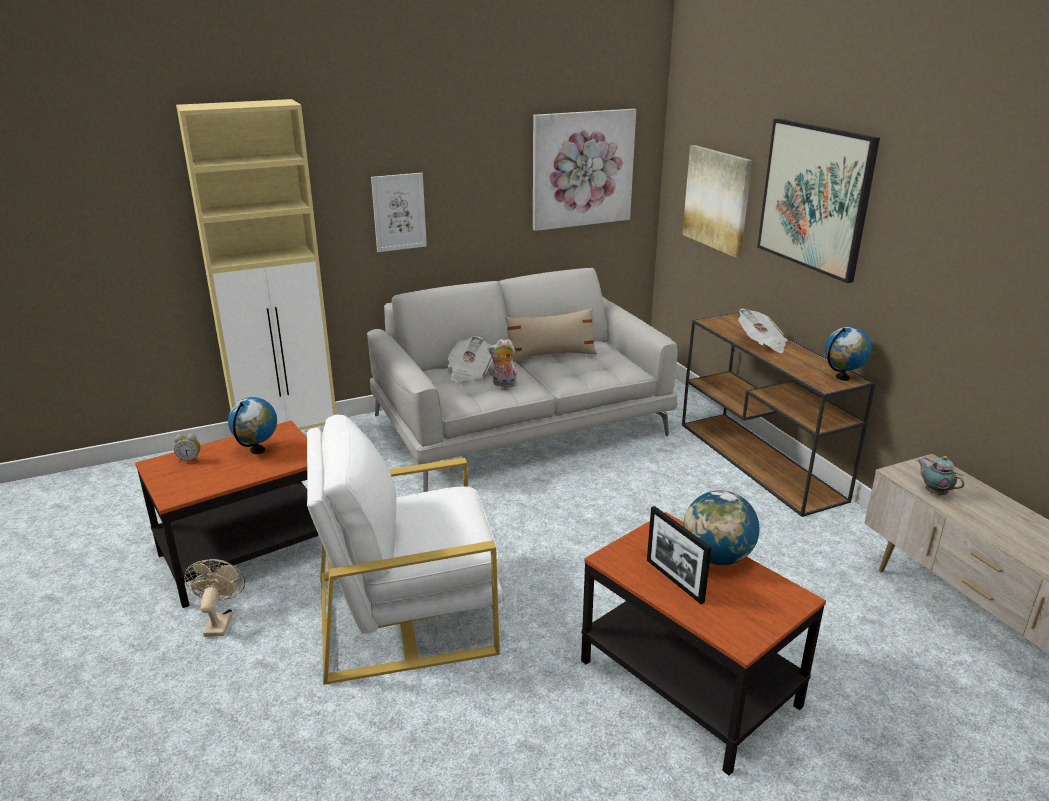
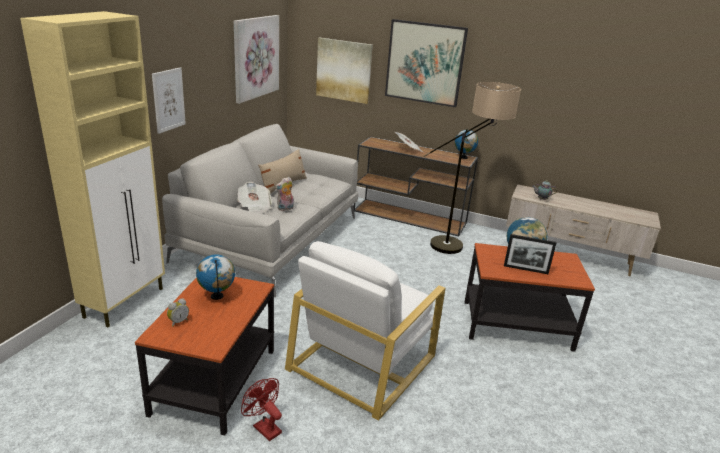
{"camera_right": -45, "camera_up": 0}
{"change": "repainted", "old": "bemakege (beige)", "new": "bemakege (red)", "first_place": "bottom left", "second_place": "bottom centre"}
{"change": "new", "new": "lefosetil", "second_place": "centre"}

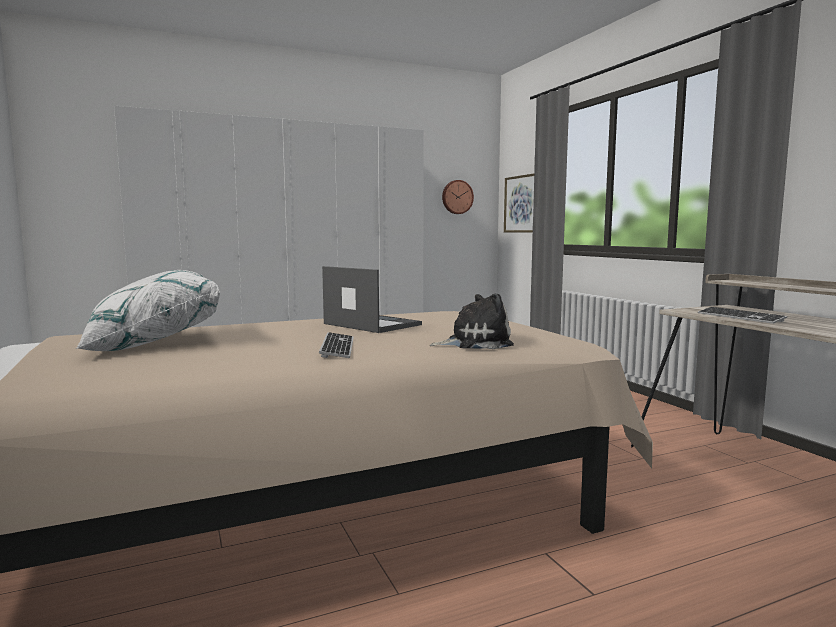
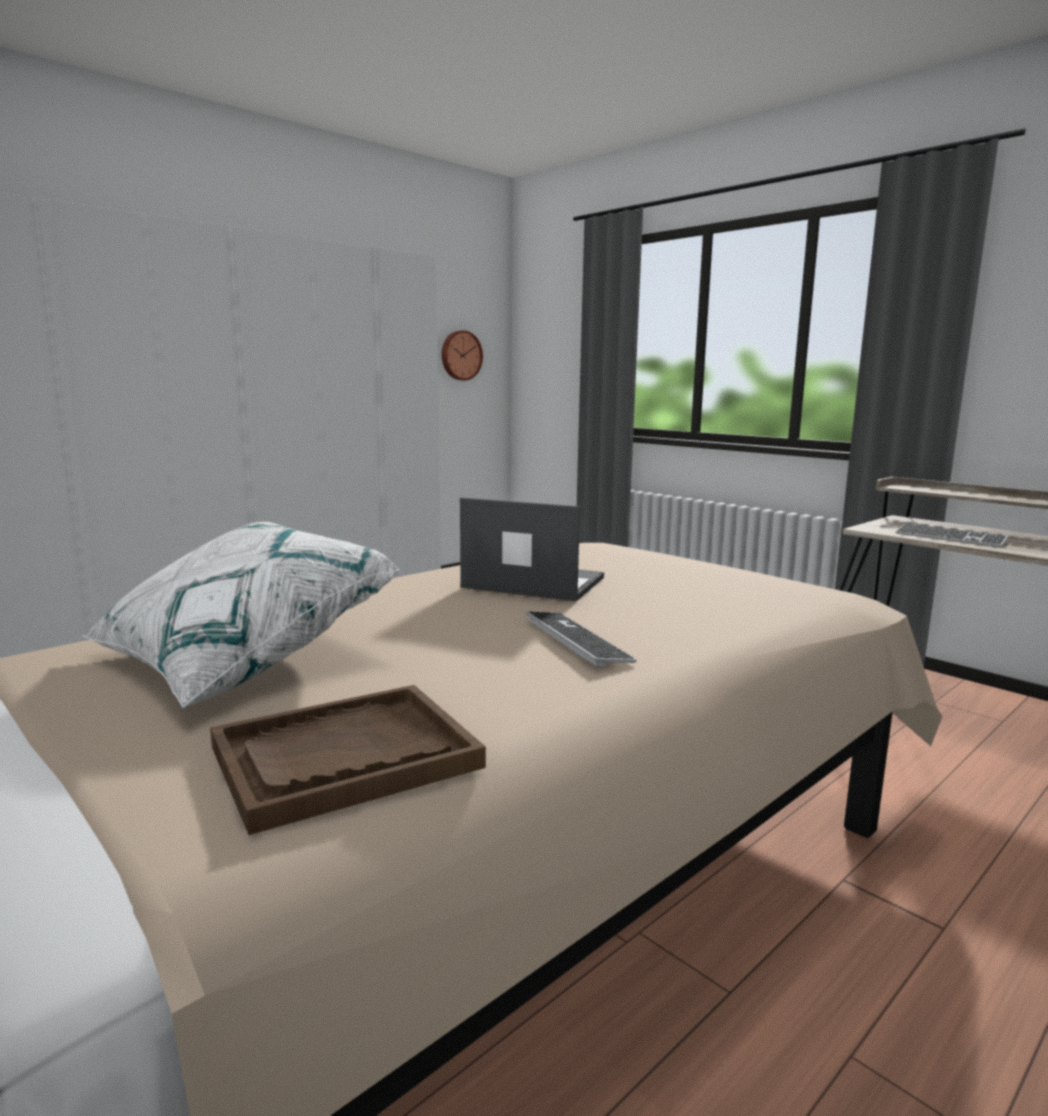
{"camera_right": -20, "camera_up": 5}
{"change": "gone", "old": "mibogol", "first_place": "centre"}
{"change": "gone", "old": "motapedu", "first_place": "top centre"}
{"change": "new", "new": "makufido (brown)", "second_place": "bottom left"}

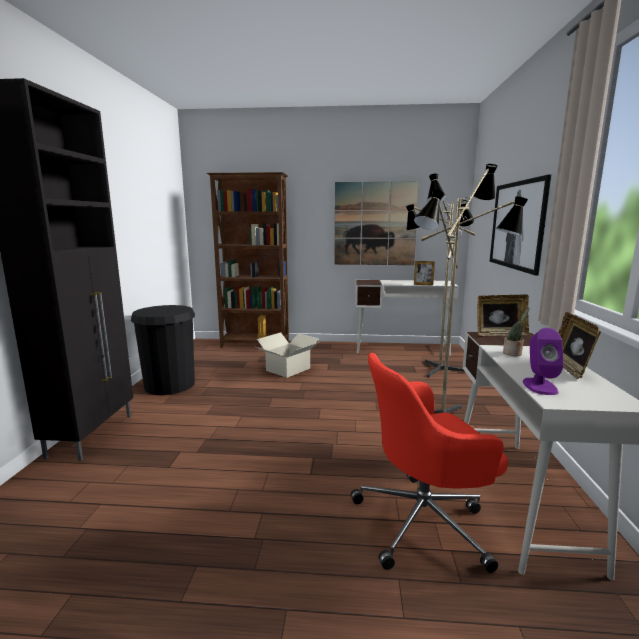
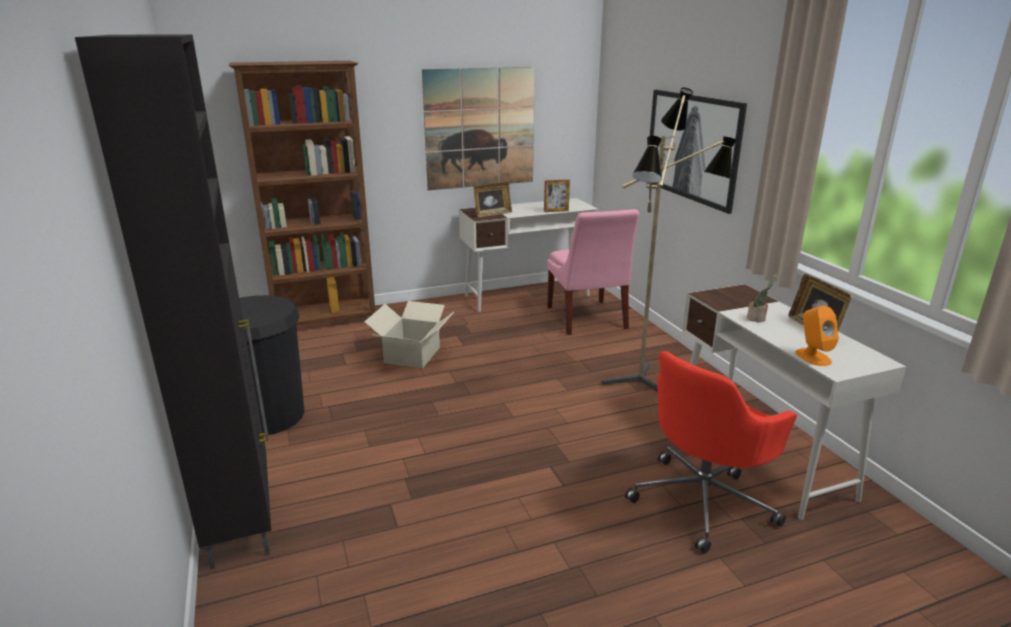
{"camera_right": -25, "camera_up": 10}
{"change": "swapped", "old": "lefosetil (no. 1 from left)", "new": "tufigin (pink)", "first_place": "middle right", "second_place": "centre"}
{"change": "shifted", "old": "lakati (no. 2 from left in the first image)", "new": "lakati (no. 1 from left)", "first_place": "middle right", "second_place": "top centre"}
{"change": "repainted", "old": "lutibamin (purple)", "new": "lutibamin (orange)", "first_place": "middle right", "second_place": "middle right"}

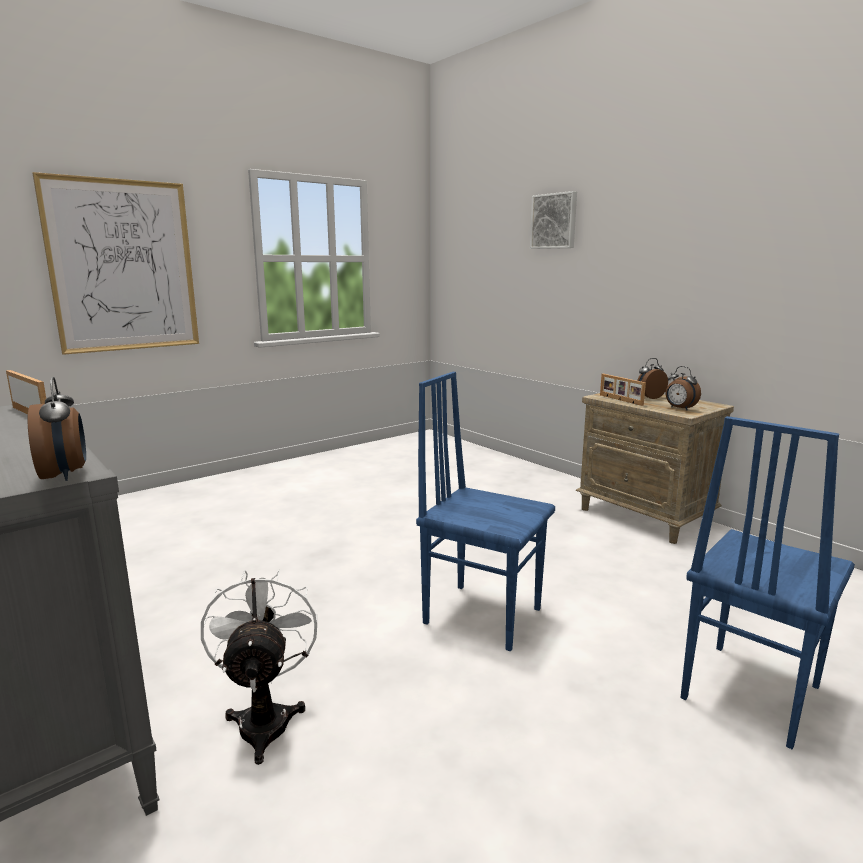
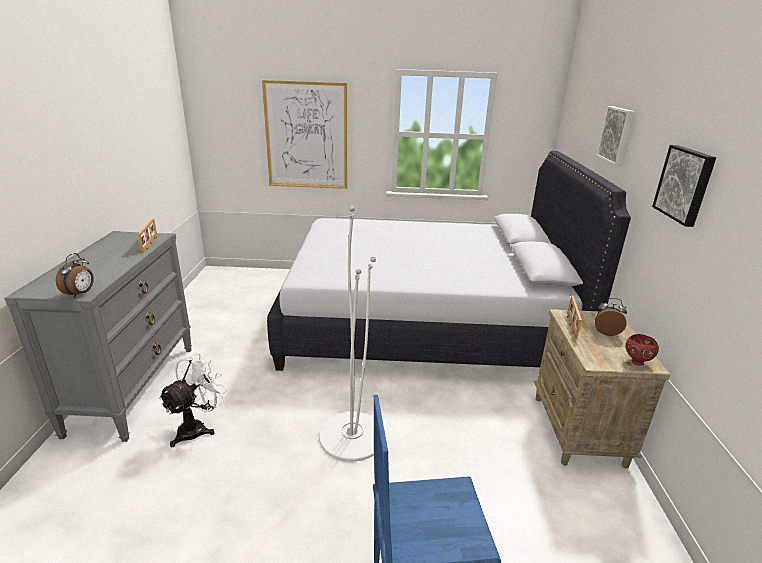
{"camera_right": 40, "camera_up": 10}
{"change": "swapped", "old": "tufigin (blue) (no. 1 from left)", "new": "lefosetil (white)", "first_place": "centre", "second_place": "centre"}
{"change": "gone", "old": "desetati (no. 3 from left)", "first_place": "middle right"}
{"change": "new", "new": "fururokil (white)", "second_place": "centre"}
{"change": "new", "new": "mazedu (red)", "second_place": "middle right"}
{"change": "new", "new": "motapedu (no. 3 from left)", "second_place": "top right"}

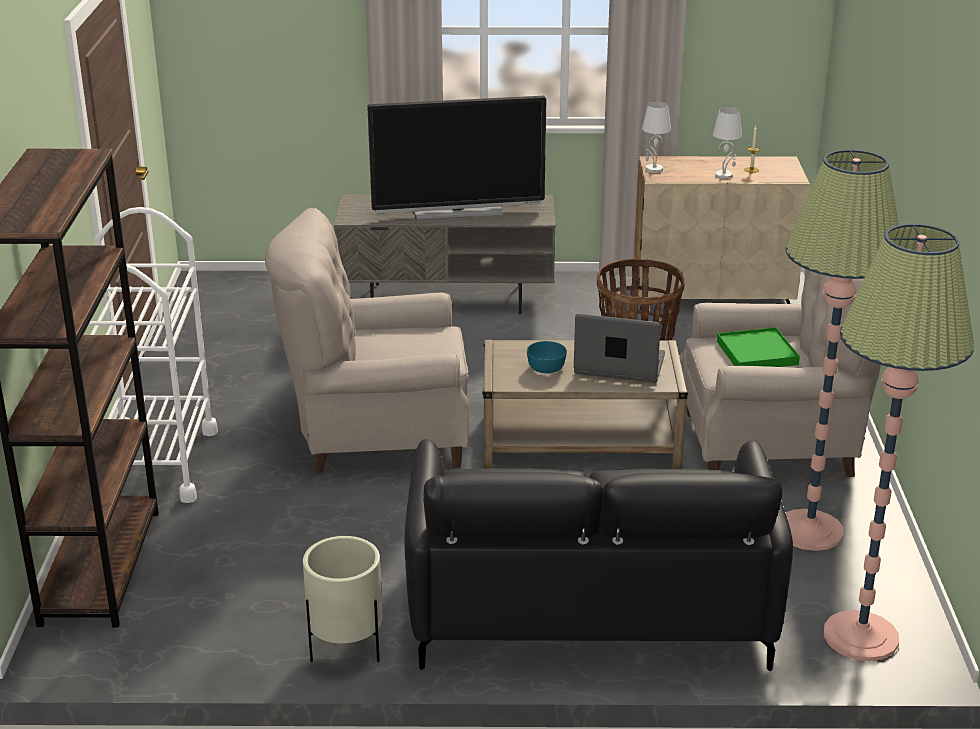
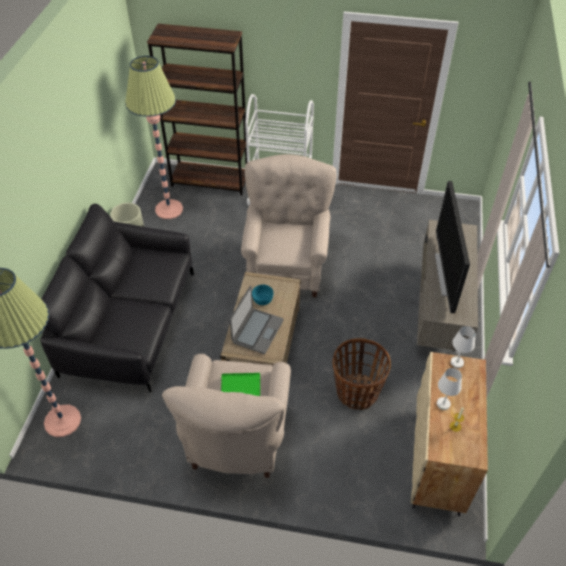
{"camera_right": 100, "camera_up": 20}
{"change": "shifted", "old": "lefosetil (no. 1 from left in the first image)", "new": "lefosetil (no. 2 from left)", "first_place": "middle right", "second_place": "top left"}

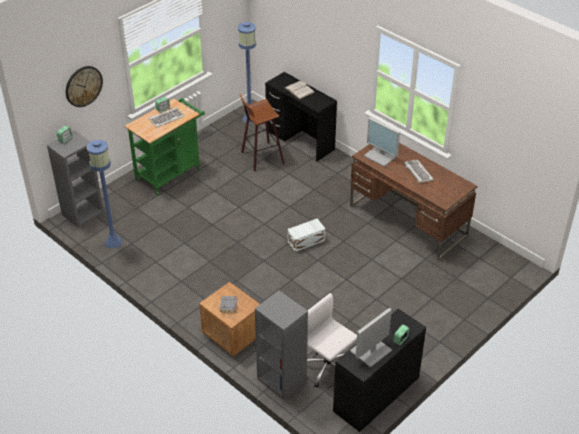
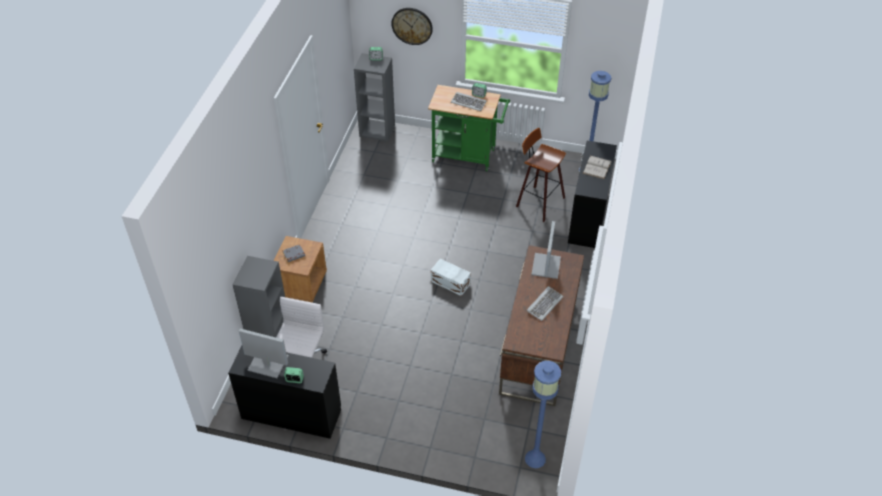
{"camera_right": 60, "camera_up": 5}
{"change": "shifted", "old": "lefosetil (blue) (no. 1 from left)", "first_place": "middle left", "second_place": "bottom centre"}

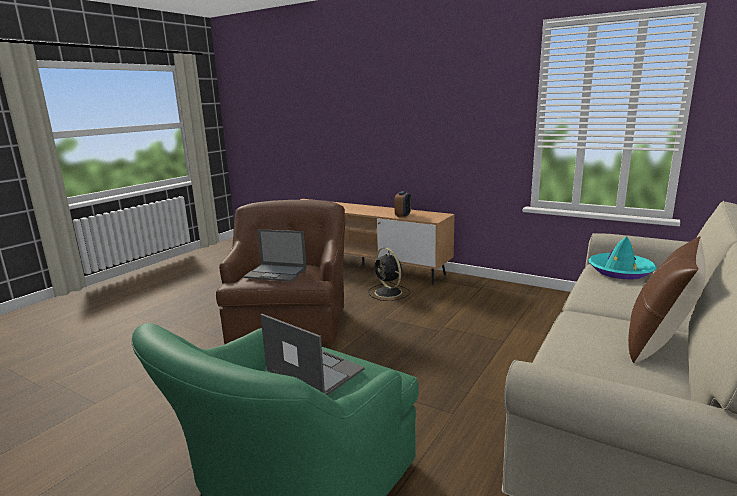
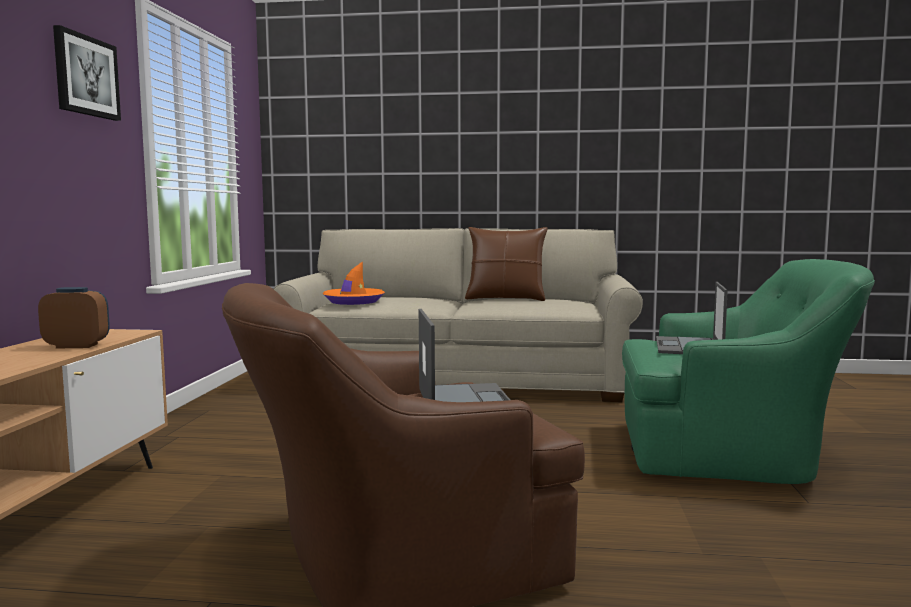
{"camera_right": -115, "camera_up": -10}
{"change": "gone", "old": "bemakege (black)", "first_place": "centre"}
{"change": "repainted", "old": "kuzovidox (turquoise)", "new": "kuzovidox (orange)", "first_place": "middle right", "second_place": "centre"}
{"change": "new", "new": "motapedu", "second_place": "top left"}

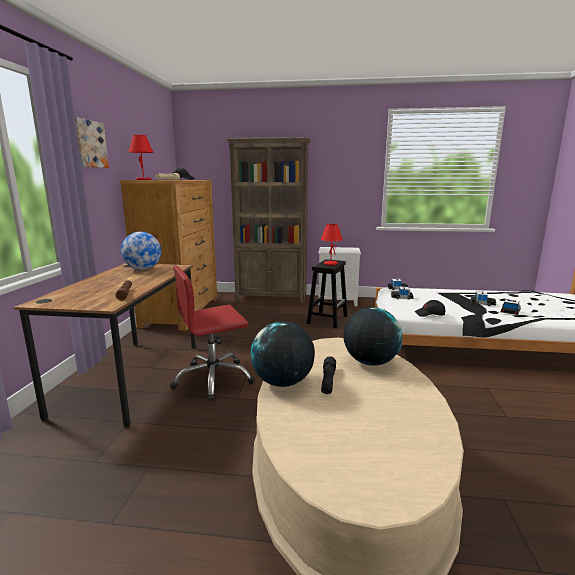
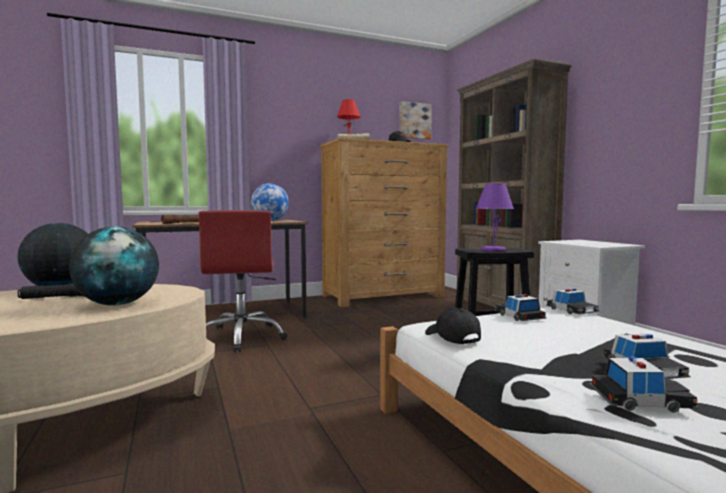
{"camera_right": 60, "camera_up": -10}
{"change": "shifted", "old": "motapedu", "first_place": "top left", "second_place": "top centre"}
{"change": "rotated", "old": "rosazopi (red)", "first_place": "centre", "second_place": "centre", "degrees": -135}
{"change": "repainted", "old": "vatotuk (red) (no. 2 from left)", "new": "vatotuk (purple)", "first_place": "centre", "second_place": "middle right"}

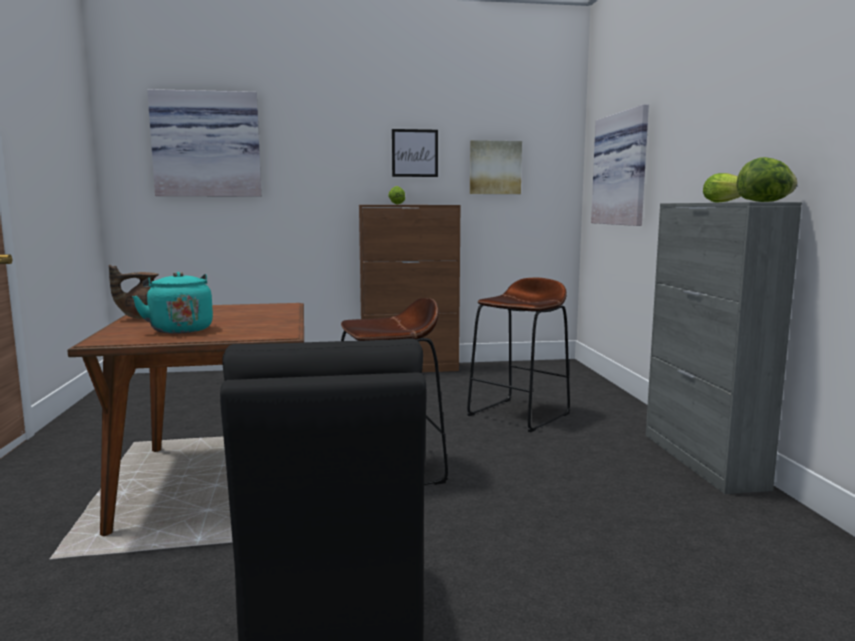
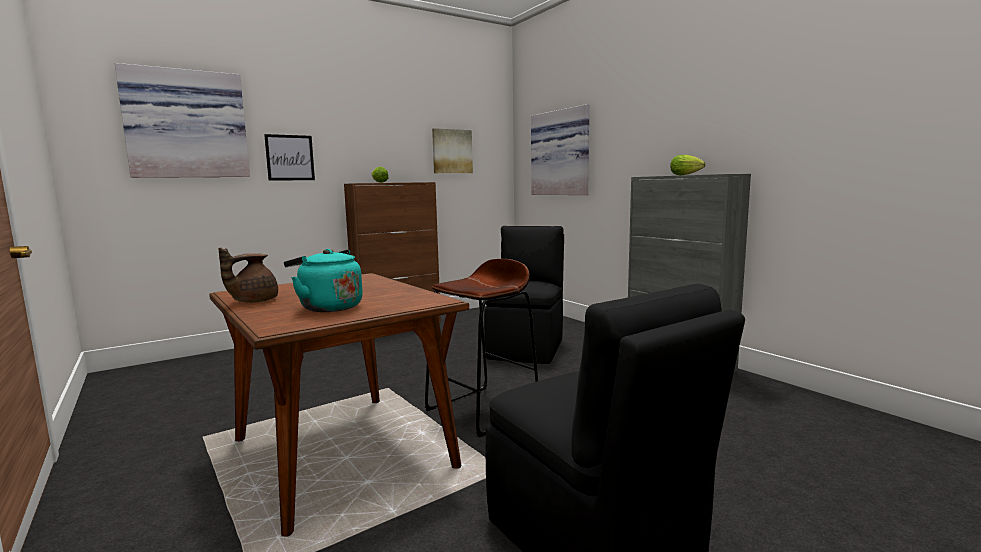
{"camera_right": -25, "camera_up": 0}
{"change": "shifted", "old": "motapedu (no. 2 from left)", "first_place": "top centre", "second_place": "top left"}
{"change": "swapped", "old": "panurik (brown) (no. 2 from left)", "new": "tufigin (black) (no. 1 from left)", "first_place": "centre", "second_place": "centre"}
{"change": "gone", "old": "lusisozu (no. 3 from left)", "first_place": "top right"}

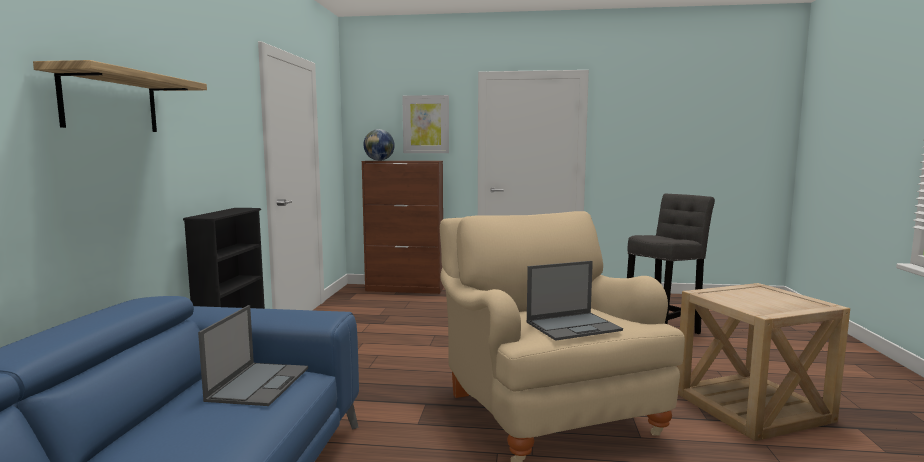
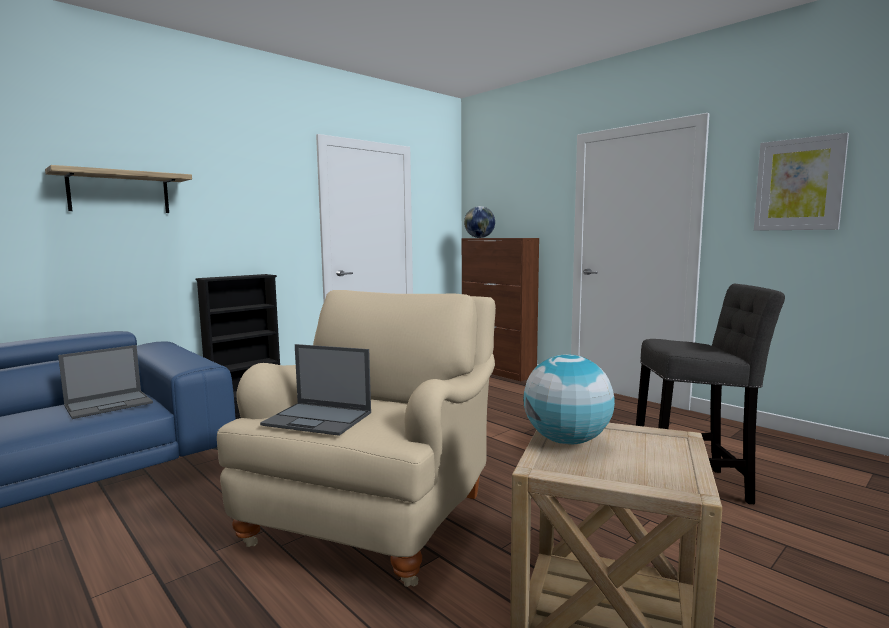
{"camera_right": 40, "camera_up": 0}
{"change": "shifted", "old": "motapedu", "first_place": "top centre", "second_place": "top right"}
{"change": "new", "new": "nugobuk (no. 2 from left)", "second_place": "centre"}

